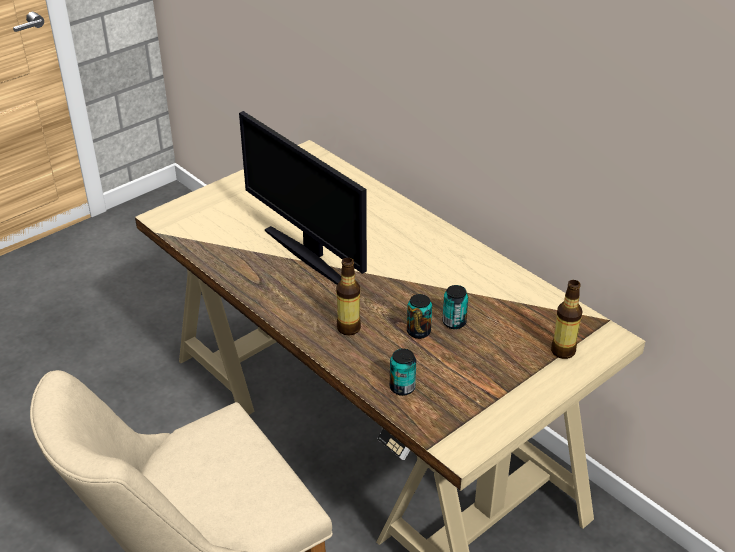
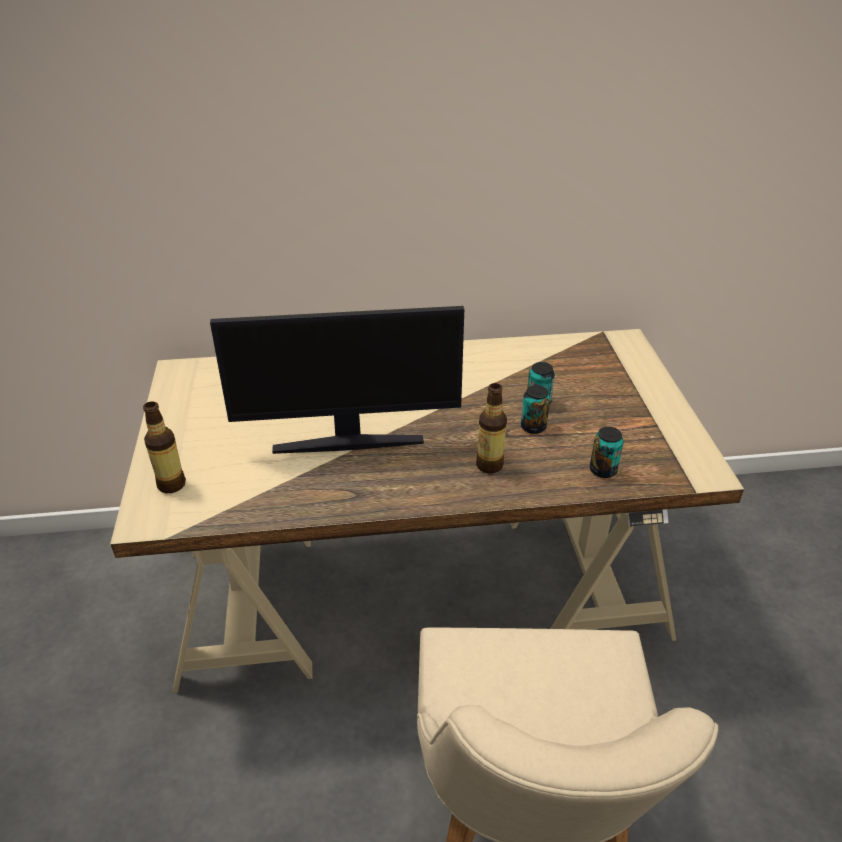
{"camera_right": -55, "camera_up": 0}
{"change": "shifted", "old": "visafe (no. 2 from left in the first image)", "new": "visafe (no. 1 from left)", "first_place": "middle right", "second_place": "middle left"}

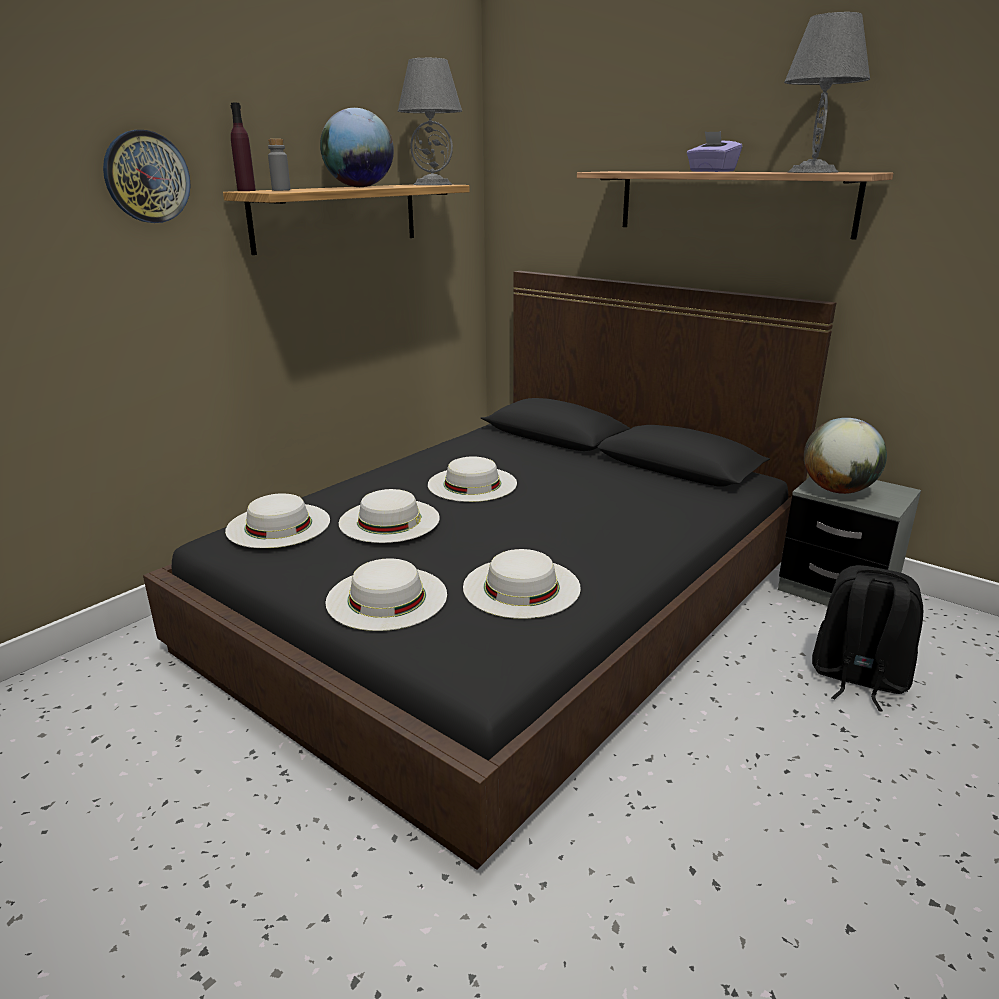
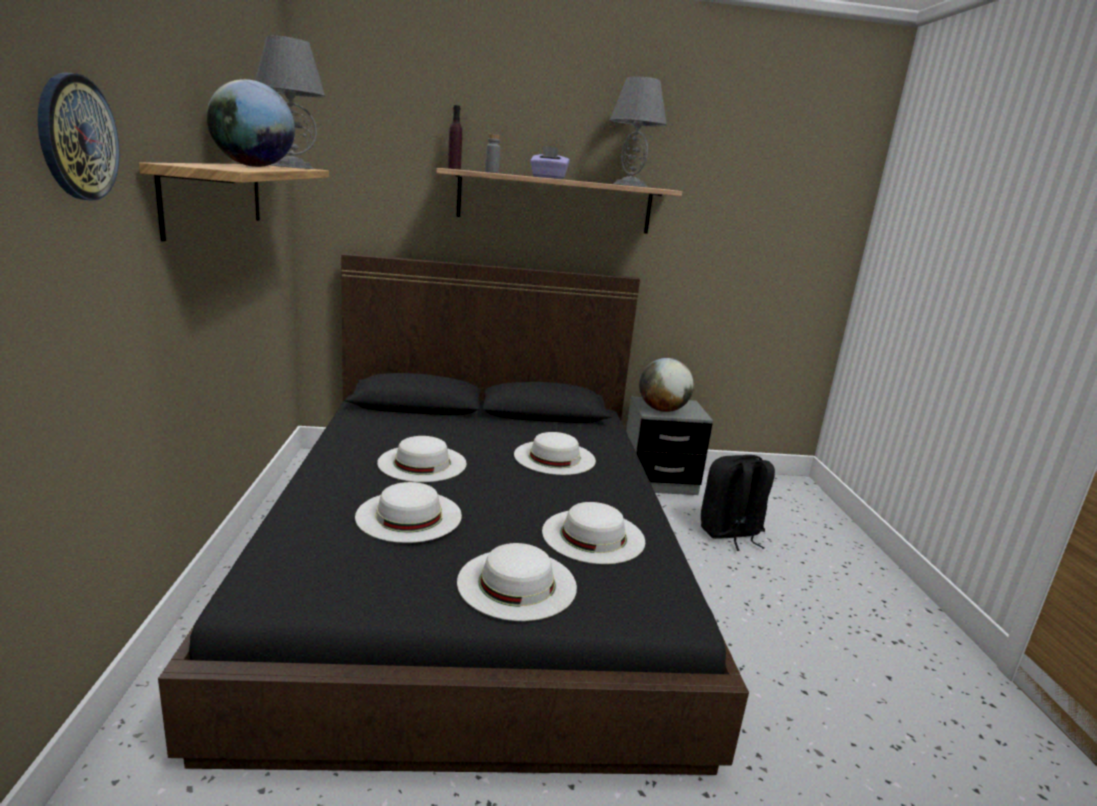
{"camera_right": -45, "camera_up": -5}
{"change": "shifted", "old": "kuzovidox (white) (no. 1 from left in the first image)", "new": "kuzovidox (white) (no. 4 from left)", "first_place": "middle left", "second_place": "centre"}
{"change": "shifted", "old": "visafe (purple)", "first_place": "top left", "second_place": "top centre"}
{"change": "shifted", "old": "visafe (grey)", "first_place": "top left", "second_place": "top centre"}

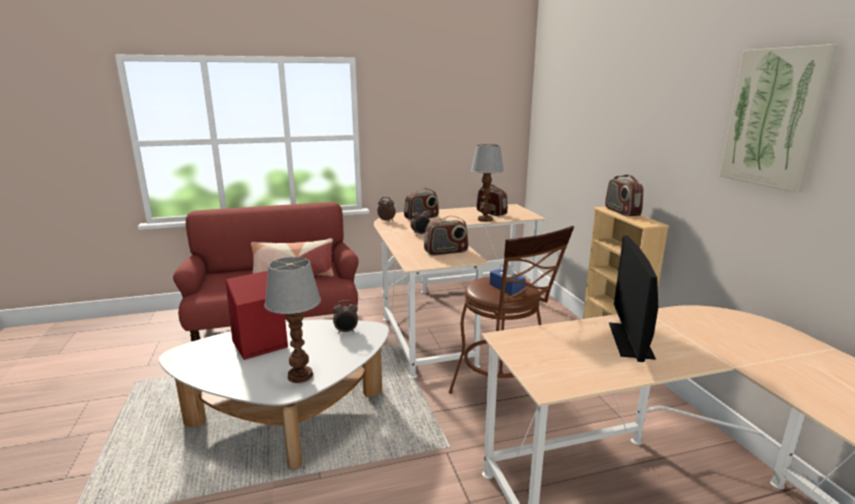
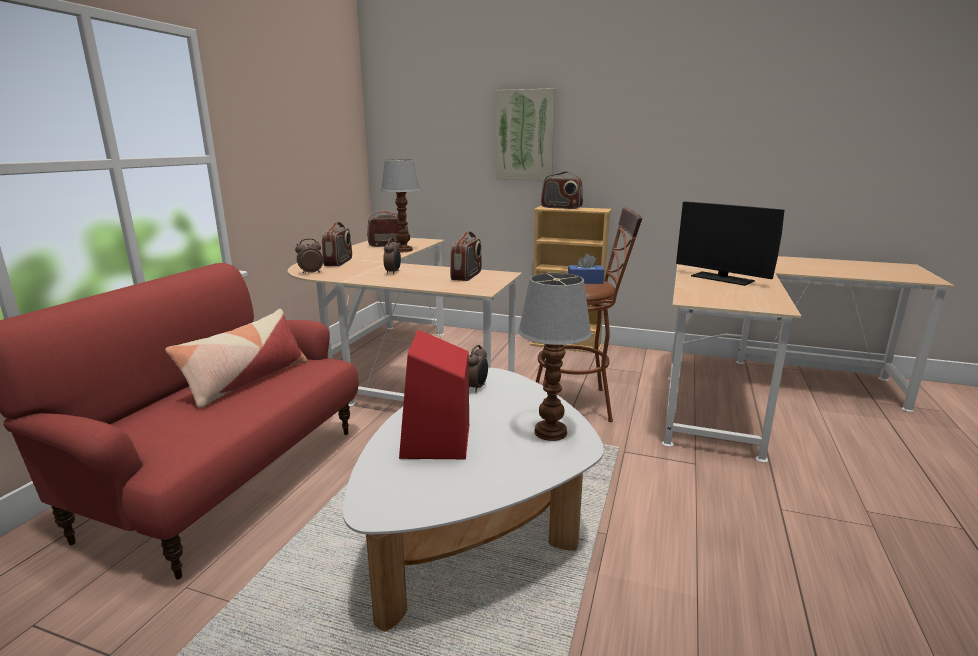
{"camera_right": -55, "camera_up": 0}
{"change": "shifted", "old": "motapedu", "first_place": "top right", "second_place": "top centre"}

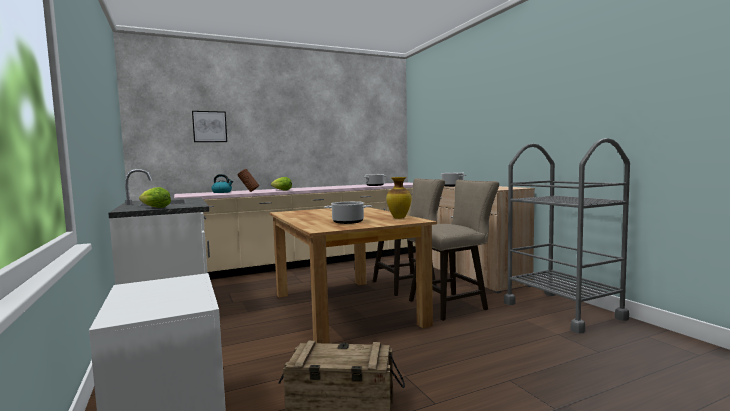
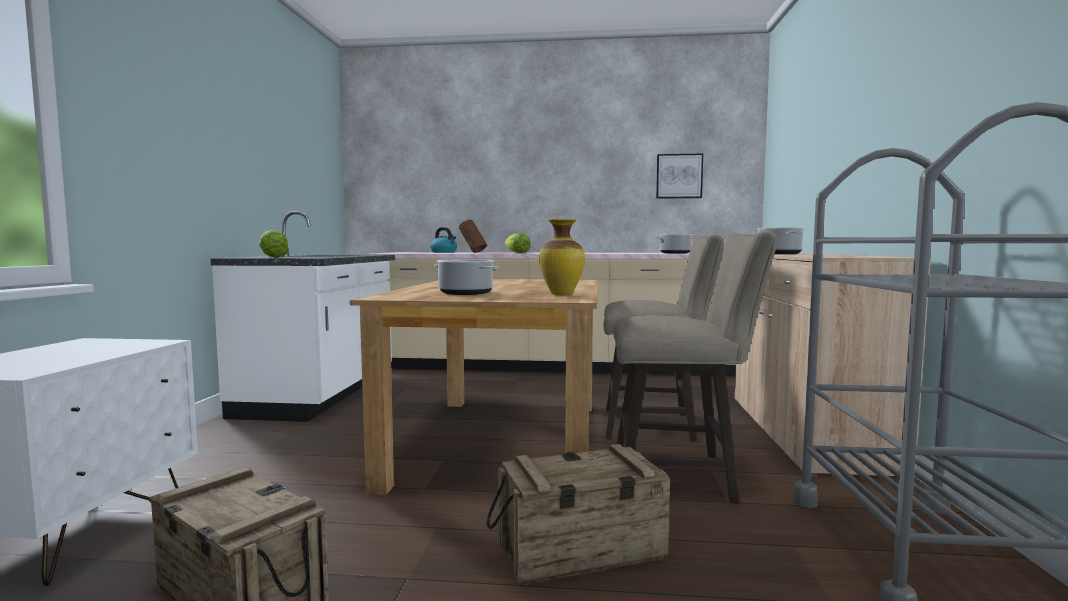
{"camera_right": 30, "camera_up": 0}
{"change": "shifted", "old": "motapedu", "first_place": "top left", "second_place": "top centre"}
{"change": "new", "new": "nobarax (no. 2 from left)", "second_place": "bottom centre"}

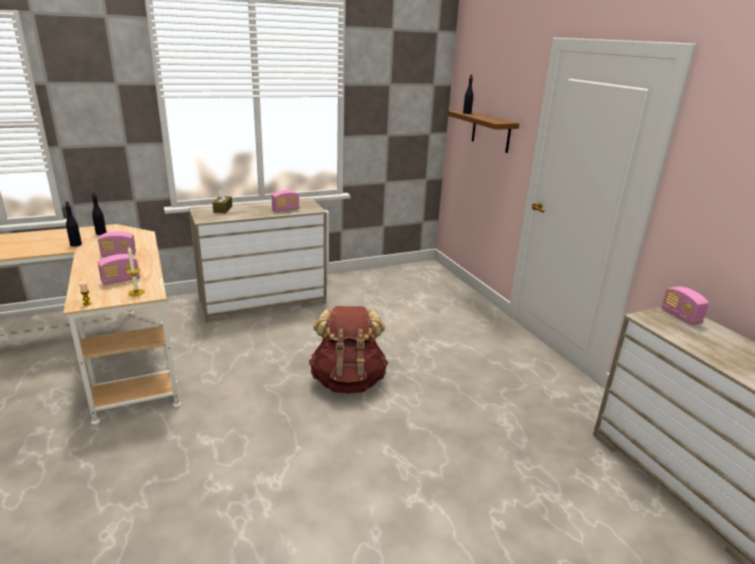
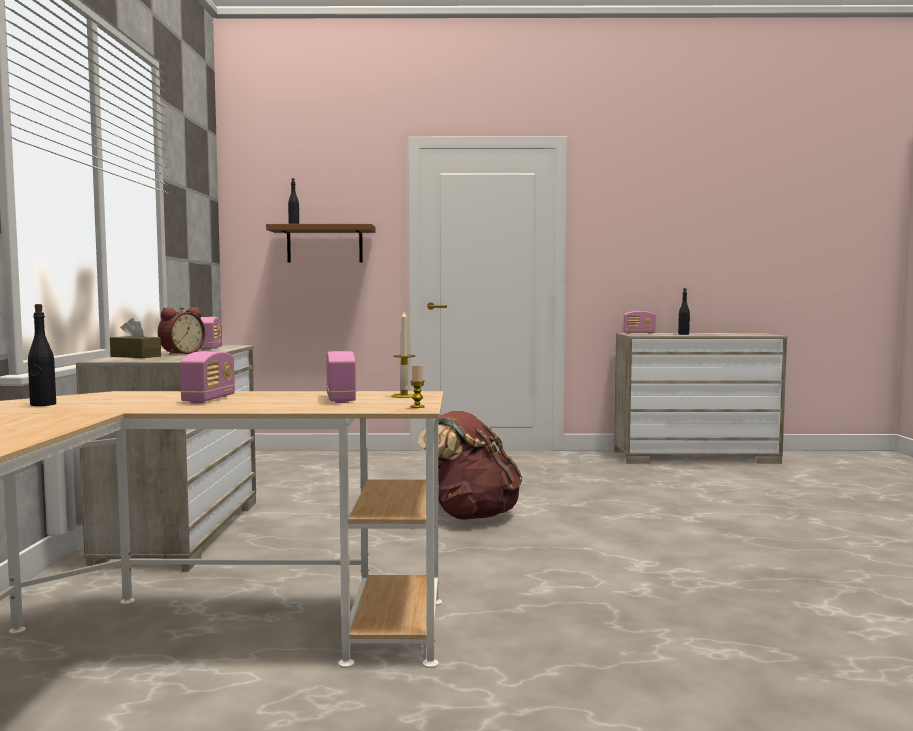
{"camera_right": -65, "camera_up": -20}
{"change": "shifted", "old": "visafe (black) (no. 1 from left in the first image)", "new": "visafe (black) (no. 3 from left)", "first_place": "middle left", "second_place": "middle right"}
{"change": "new", "new": "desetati", "second_place": "middle left"}

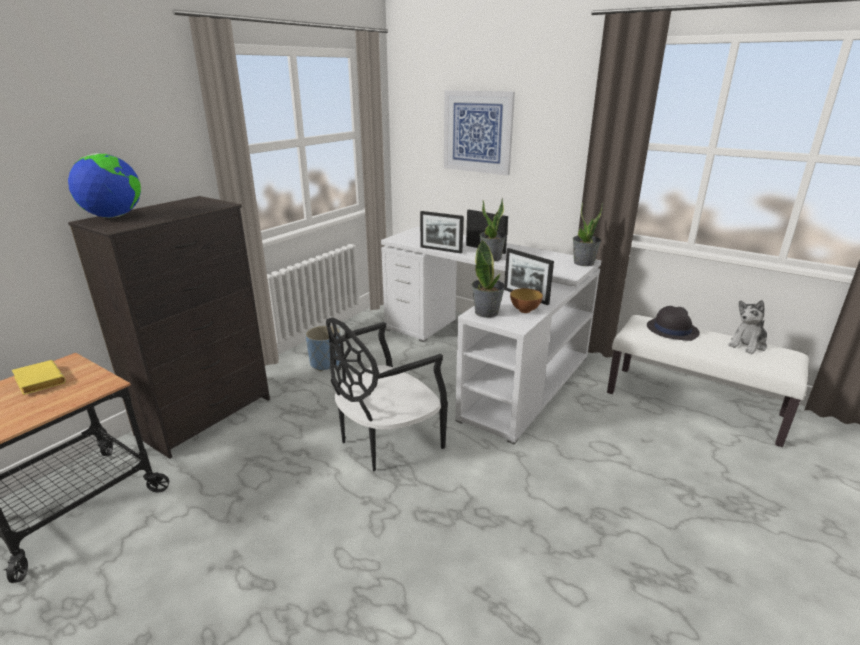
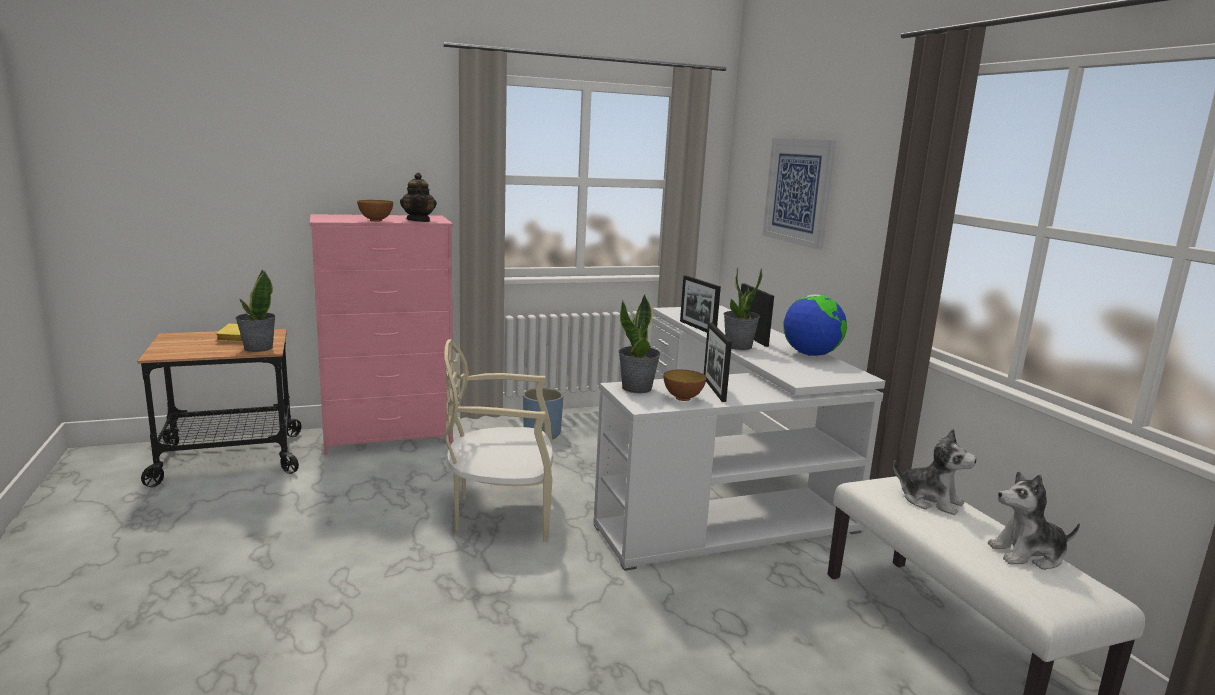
{"camera_right": 35, "camera_up": -10}
{"change": "shifted", "old": "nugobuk", "first_place": "top left", "second_place": "middle right"}
{"change": "repainted", "old": "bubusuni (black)", "new": "bubusuni (pink)", "first_place": "middle left", "second_place": "middle left"}
{"change": "repainted", "old": "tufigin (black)", "new": "tufigin (beige)", "first_place": "centre", "second_place": "centre"}
{"change": "shifted", "old": "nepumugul (no. 3 from left in the first image)", "new": "nepumugul (no. 1 from left)", "first_place": "middle right", "second_place": "middle left"}
{"change": "swapped", "old": "kuzovidox (black)", "new": "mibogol (no. 1 from left)", "first_place": "middle right", "second_place": "bottom right"}
{"change": "new", "new": "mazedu (no. 1 from left)", "second_place": "top left"}
{"change": "new", "new": "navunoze", "second_place": "top centre"}

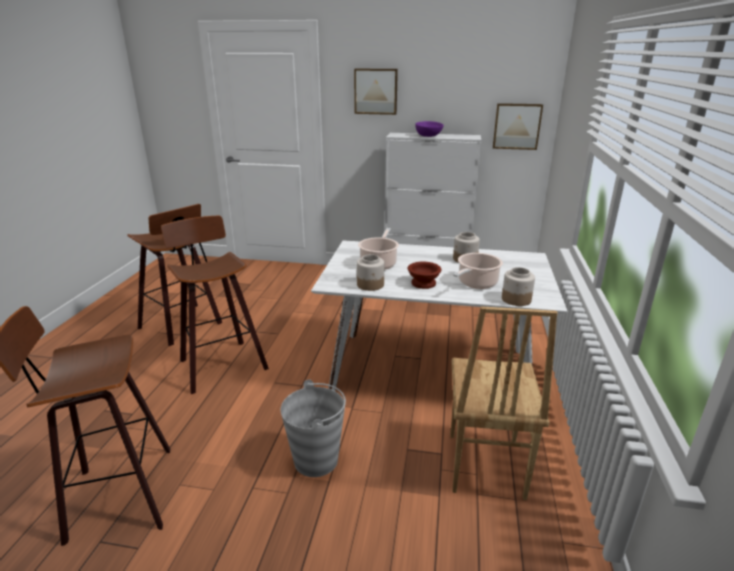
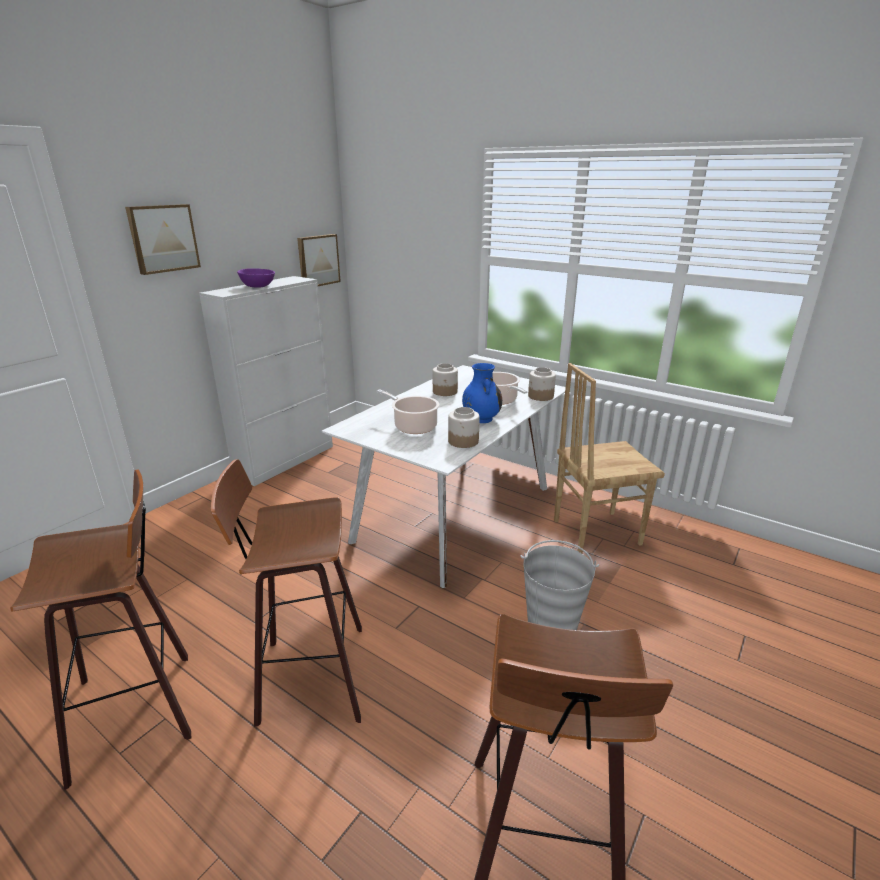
{"camera_right": -65, "camera_up": 0}
{"change": "swapped", "old": "mazedu (brown)", "new": "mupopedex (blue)", "first_place": "centre", "second_place": "centre"}
{"change": "rotated", "old": "tufigin (brown)", "first_place": "bottom right", "second_place": "middle right", "degrees": 135}

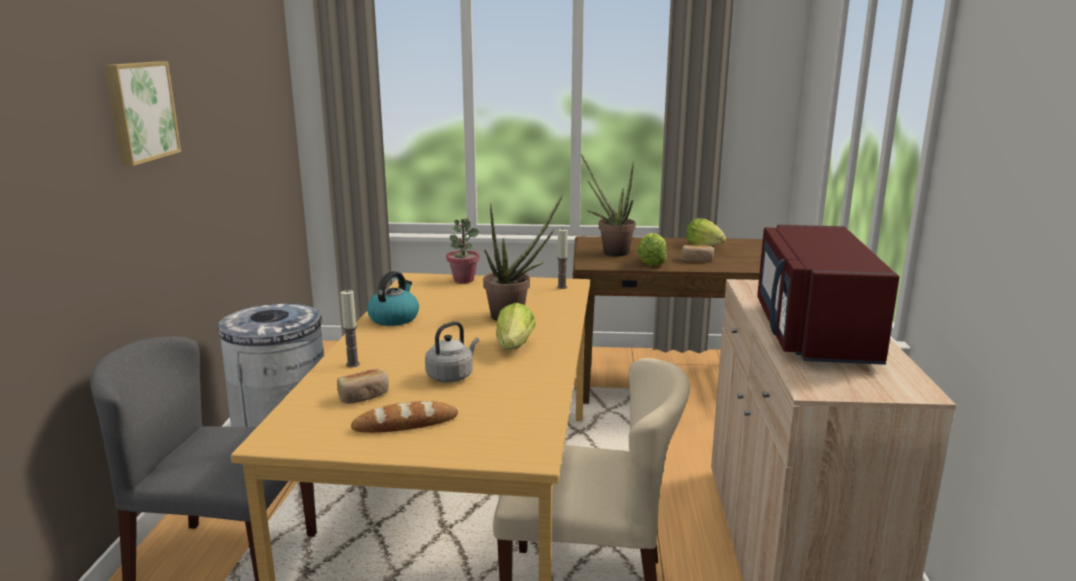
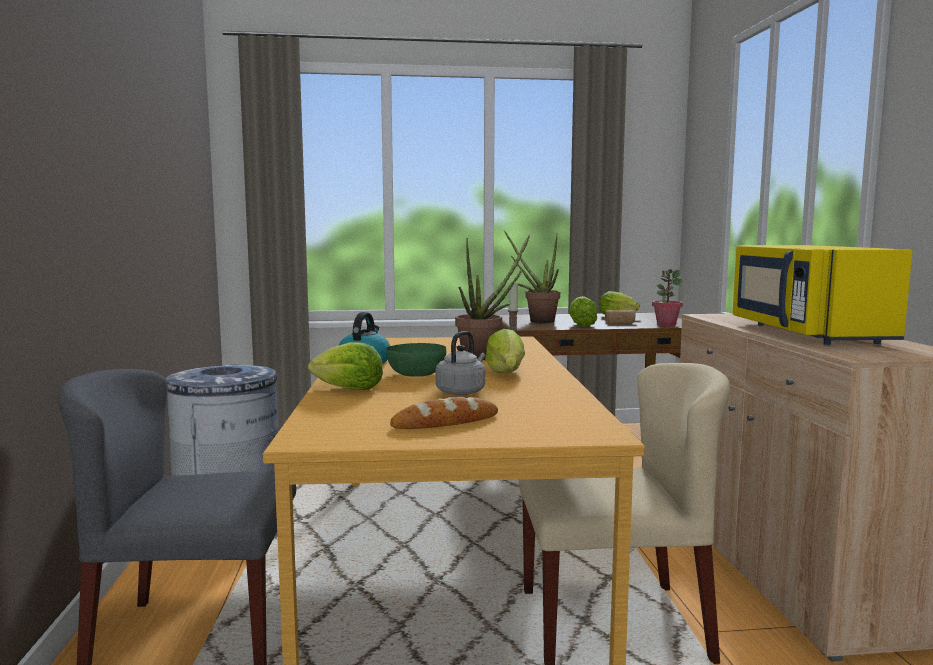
{"camera_right": -10, "camera_up": -10}
{"change": "gone", "old": "motapedu", "first_place": "top left"}
{"change": "gone", "old": "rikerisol (no. 1 from left)", "first_place": "centre"}
{"change": "swapped", "old": "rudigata (no. 1 from left)", "new": "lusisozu (no. 1 from left)", "first_place": "middle left", "second_place": "centre"}
{"change": "shifted", "old": "nepumugul (no. 1 from left in the first image)", "new": "nepumugul (no. 3 from left)", "first_place": "centre", "second_place": "middle right"}
{"change": "repainted", "old": "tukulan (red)", "new": "tukulan (yellow)", "first_place": "middle right", "second_place": "middle right"}
{"change": "new", "new": "mazedu (green)", "second_place": "centre"}

